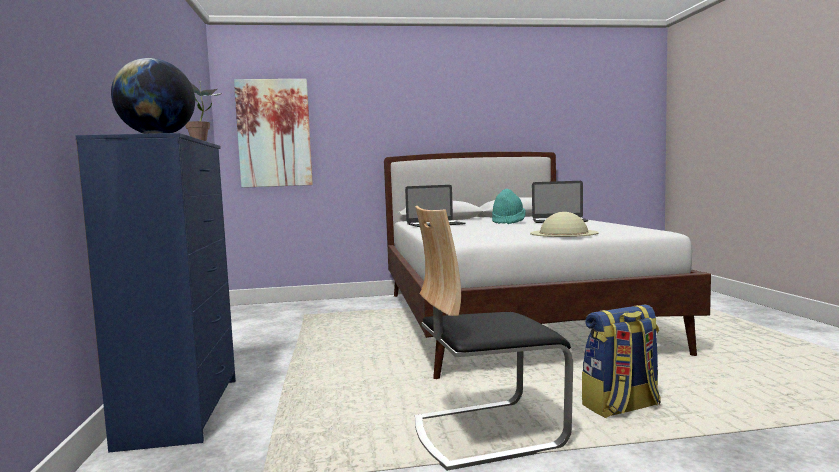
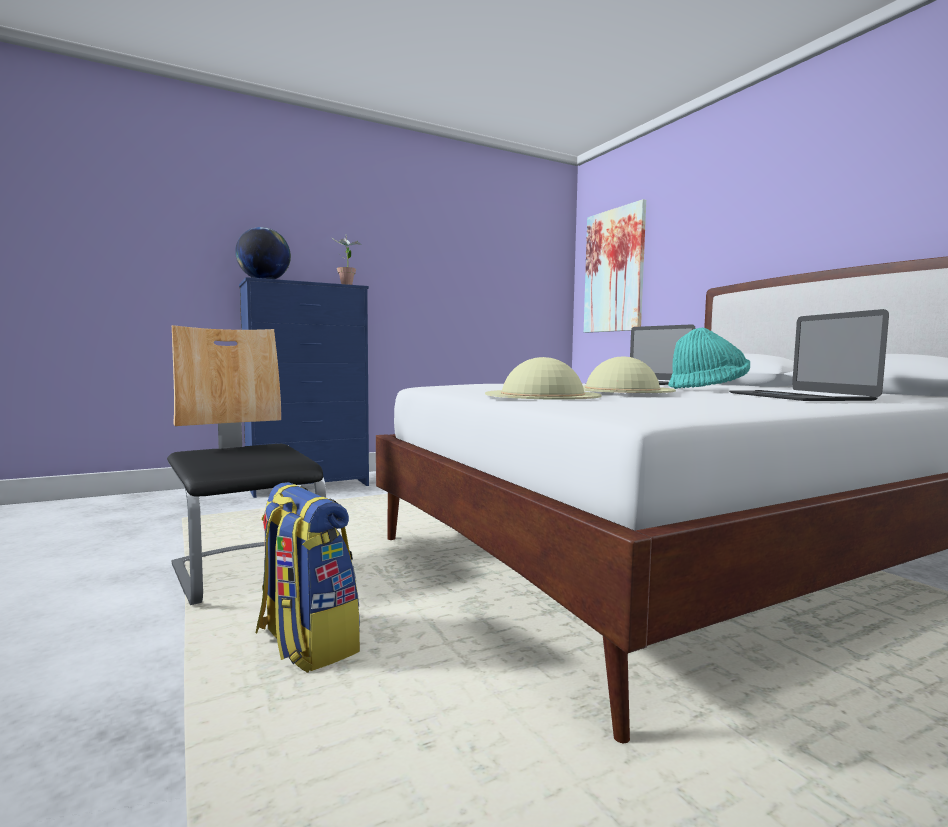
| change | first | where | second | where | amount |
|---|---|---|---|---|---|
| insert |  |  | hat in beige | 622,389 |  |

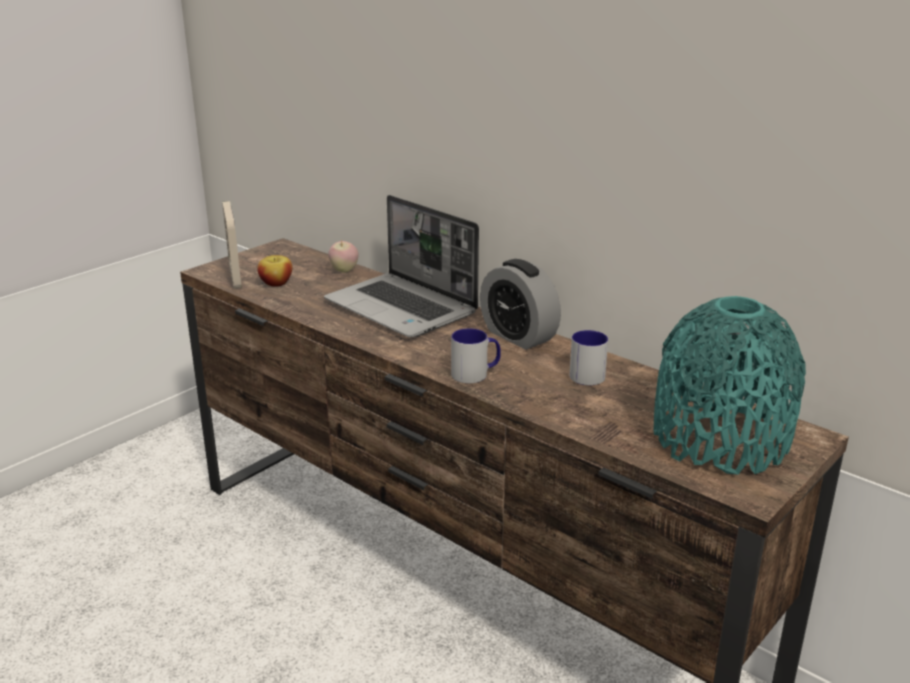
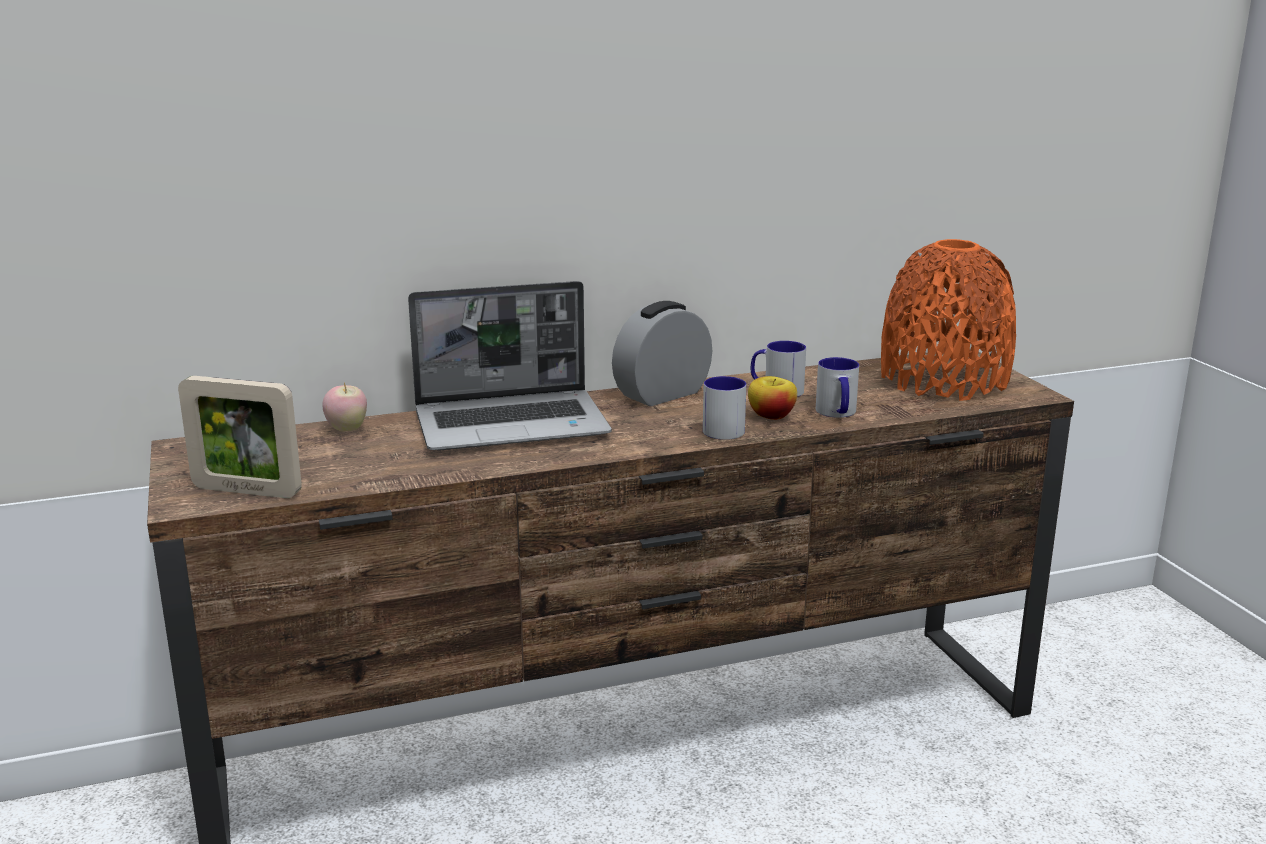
| change | first | where | second | where | amount |
|---|---|---|---|---|---|
| insert |  |  | mug | 837,413 |  |
| move | apple | 276,283 |  | 771,416 |  |
| recolor | vase in turquoise | 720,439 | vase in orange | 943,380 |  |
| rotate | alarm clock | 518,336 |  | 662,394 | 150 degrees clockwise |

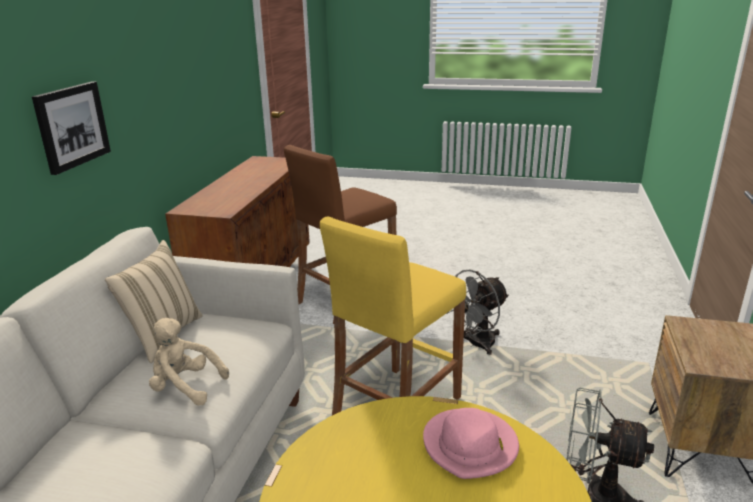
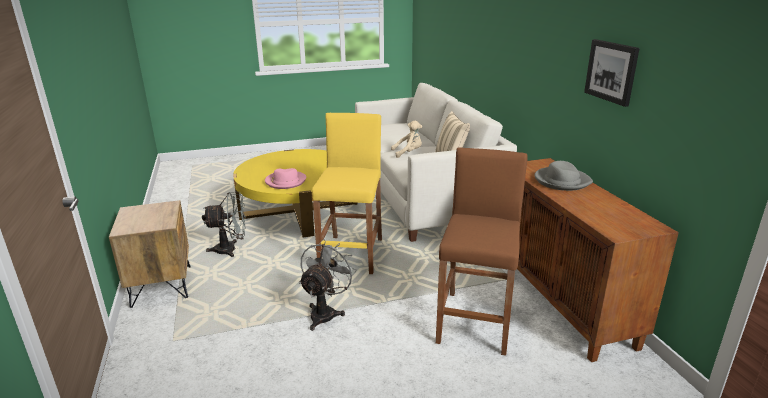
| change | first | where | second | where | amount |
|---|---|---|---|---|---|
| insert |  |  | hat in grey | 561,181 |  |
| move | picture | 71,126 |  | 611,71 |  |

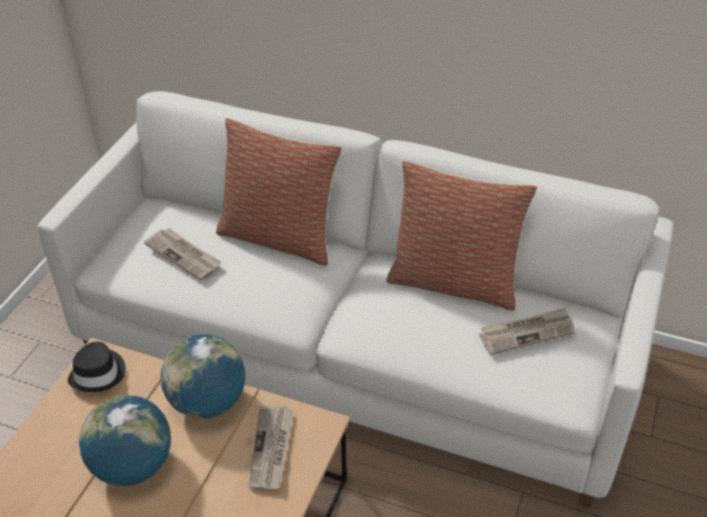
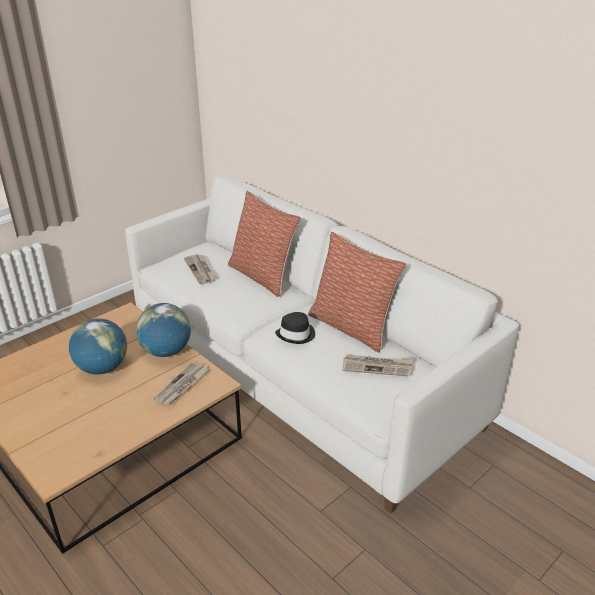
| change | first | where | second | where | amount |
|---|---|---|---|---|---|
| move | hat in black | 99,373 |  | 296,334 |  |

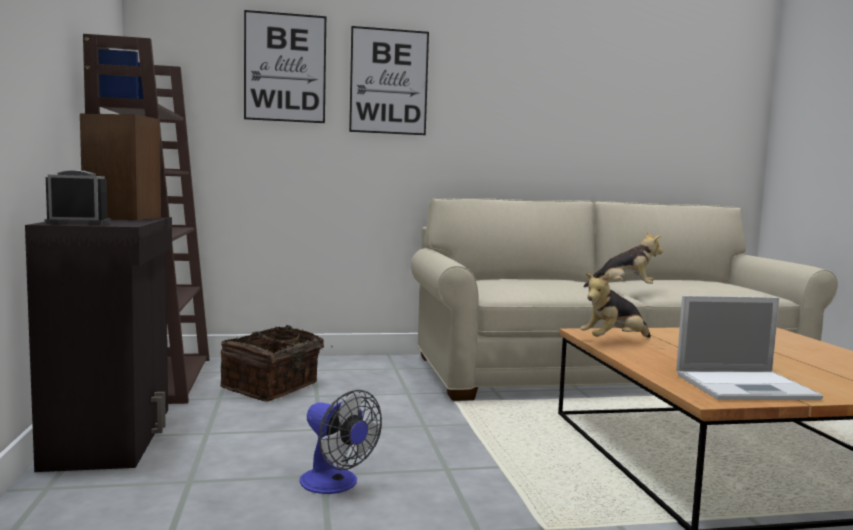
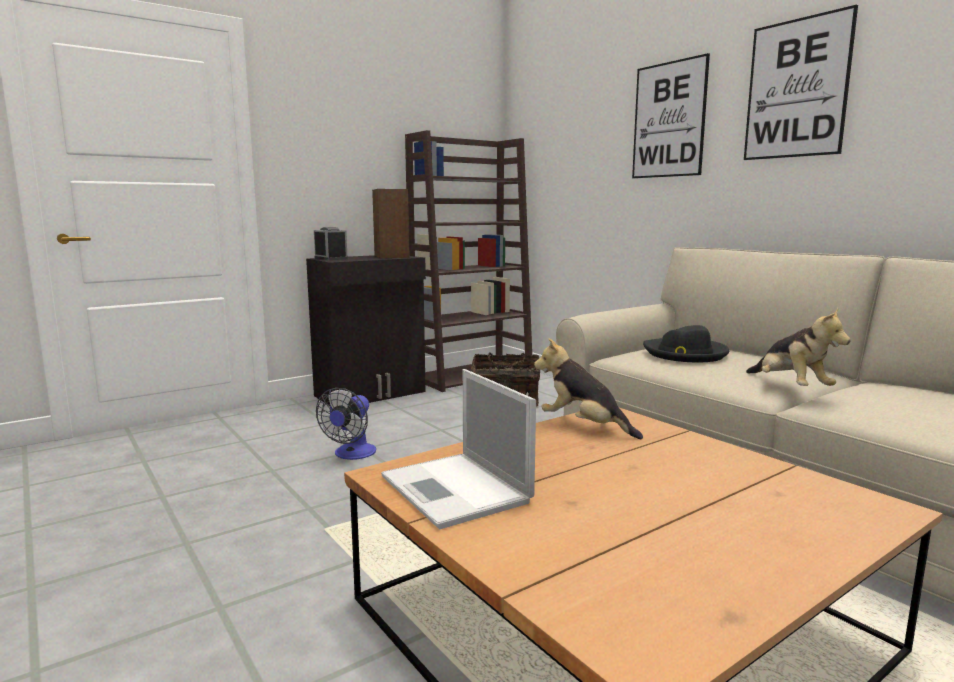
| change | first | where | second | where | amount |
|---|---|---|---|---|---|
| insert |  |  | hat in black | 685,354 |  |
| move | picture | 285,68 |  | 796,89 |  |

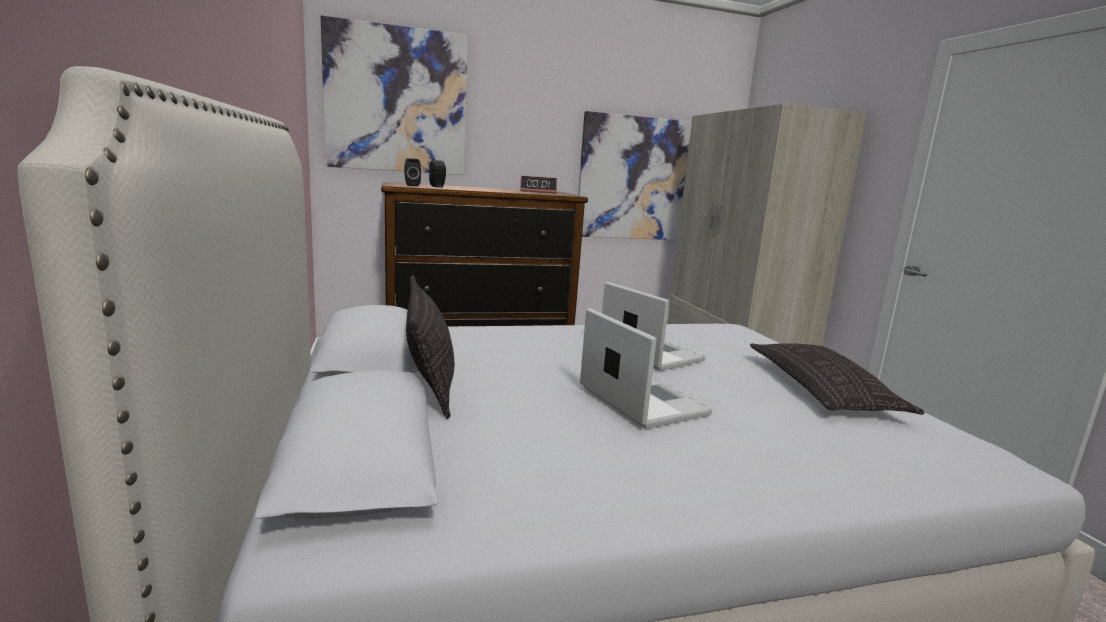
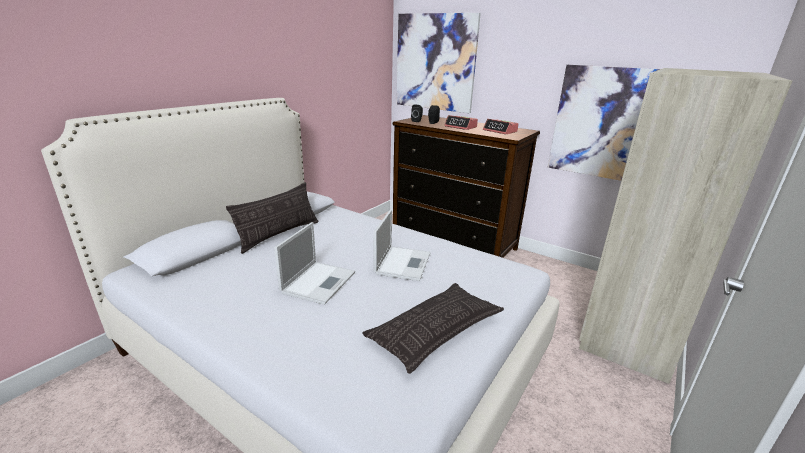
| change | first | where | second | where | amount |
|---|---|---|---|---|---|
| insert |  |  | alarm clock | 461,127 |  |

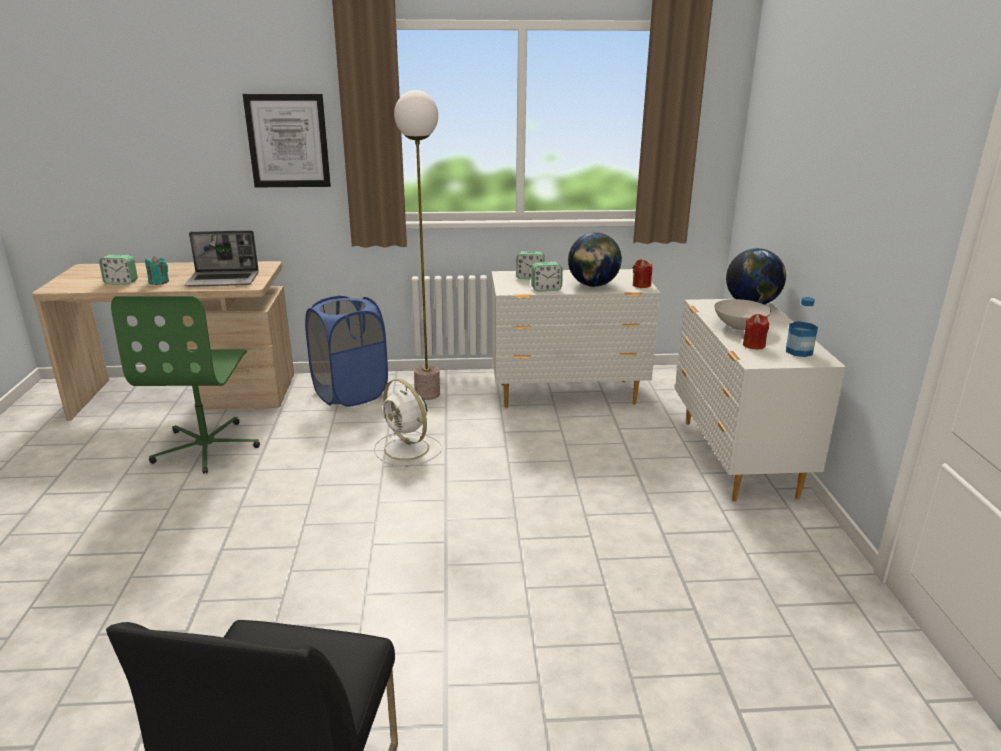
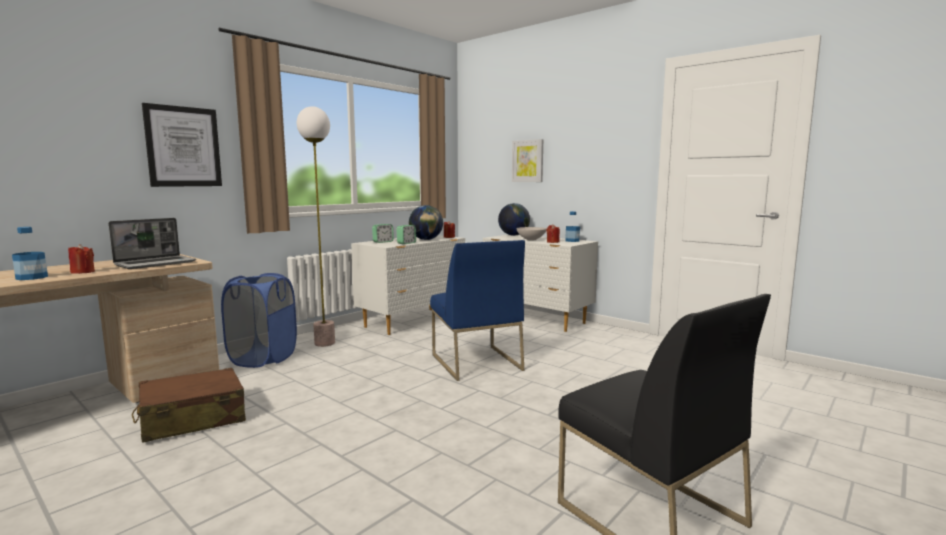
| change | first | where | second | where | amount |
|---|---|---|---|---|---|
| delete | fan in white | 408,449 |  |  |  |
| insert |  |  | chair in blue | 475,362 |  |
| insert |  |  | picture | 528,161 |  |
| replace | alarm clock | 121,282 | bottle | 32,277 |  |
| replace | office chair in green | 207,447 | suitcase in brown | 192,419 |  |
| recolor | candle in turquoise | 159,282 | candle in red | 82,272 |  |

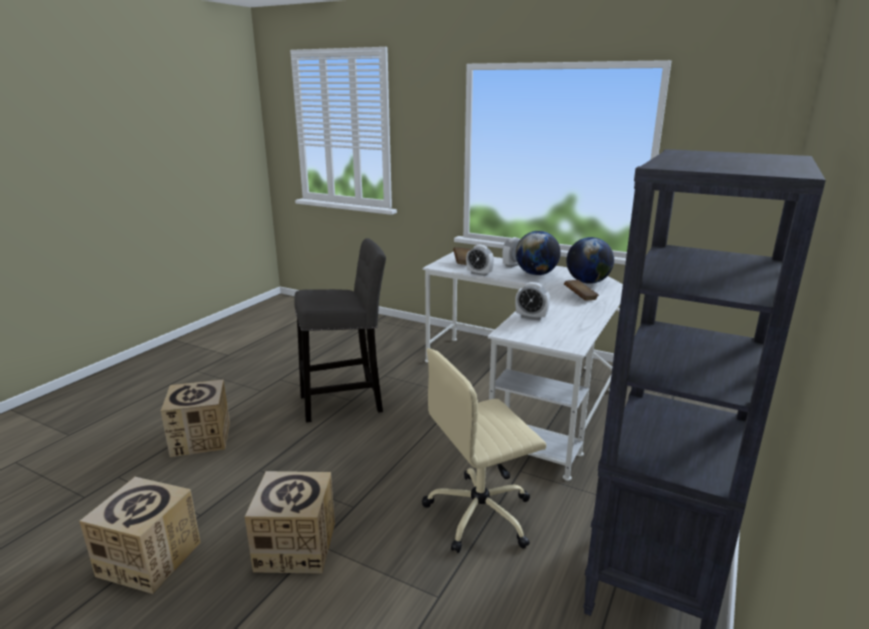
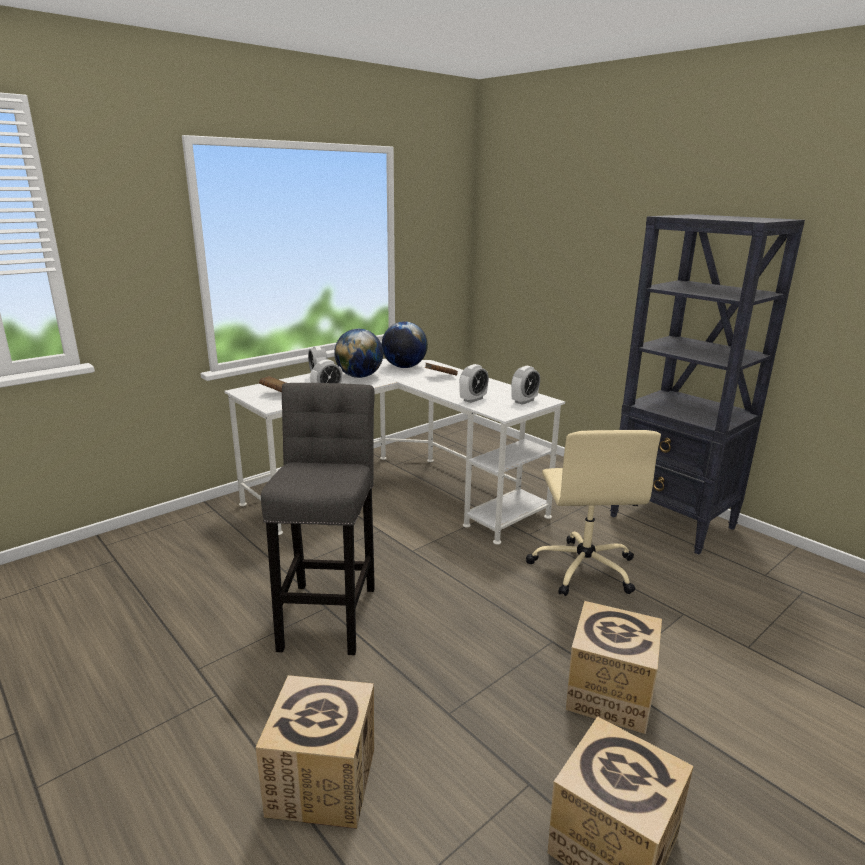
| change | first | where | second | where | amount |
|---|---|---|---|---|---|
| insert |  |  | alarm clock | 524,401 |  |

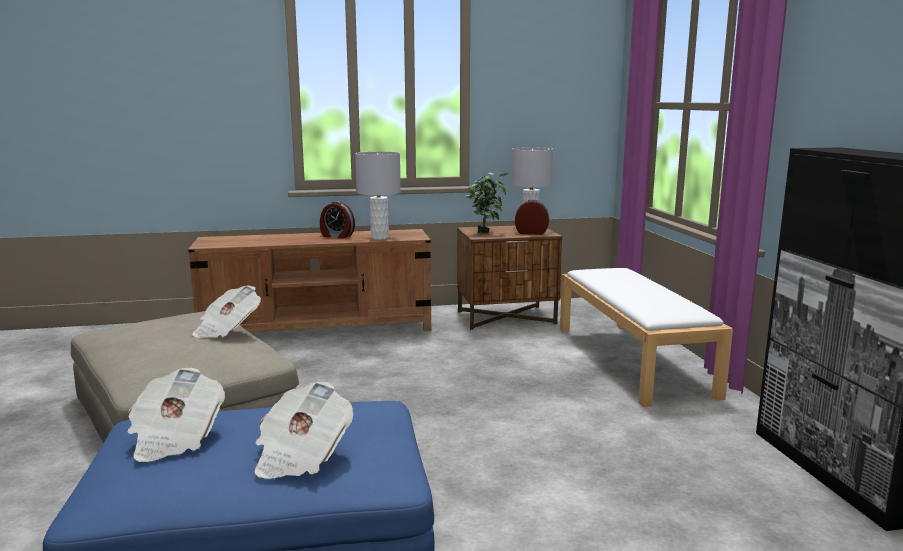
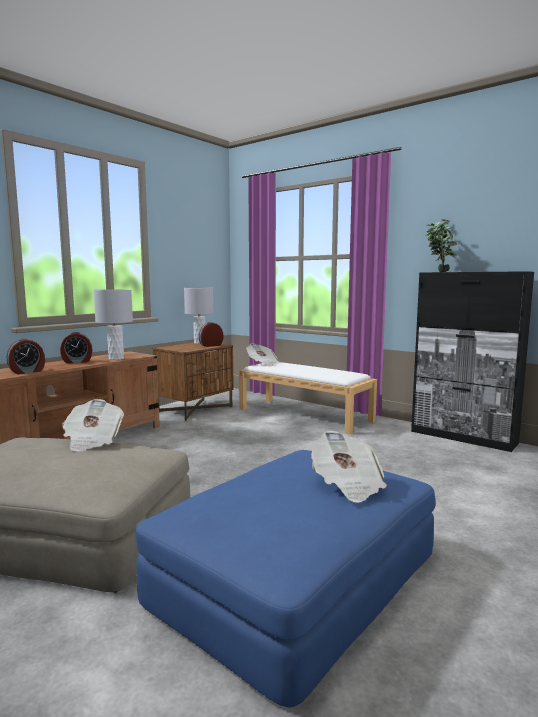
| change | first | where | second | where | amount |
|---|---|---|---|---|---|
| insert |  |  | alarm clock | 27,371 |  |
| move | newspaper | 175,438 |  | 262,364 |  |
| move | potted plant | 485,232 |  | 438,272 |  |

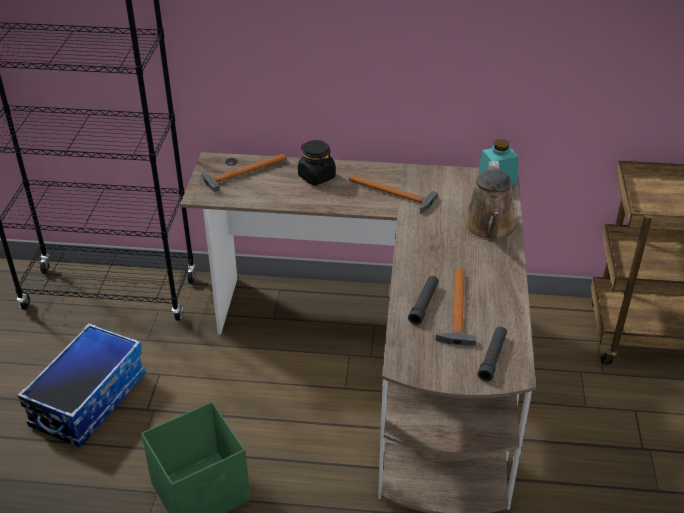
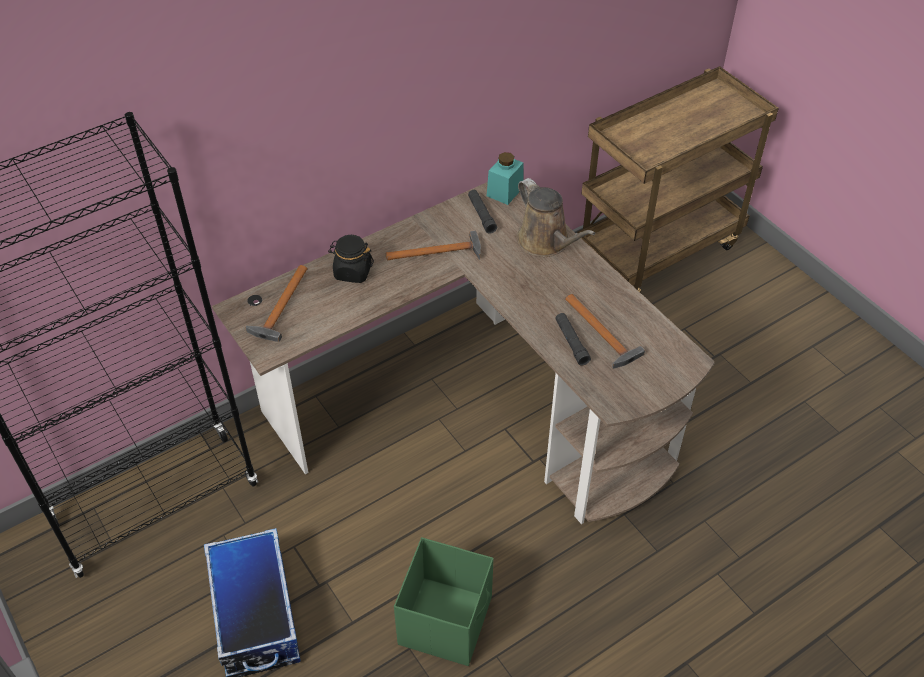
| change | first | where | second | where | amount |
|---|---|---|---|---|---|
| move | flashlight in black | 492,358 |  | 481,215 |  |

